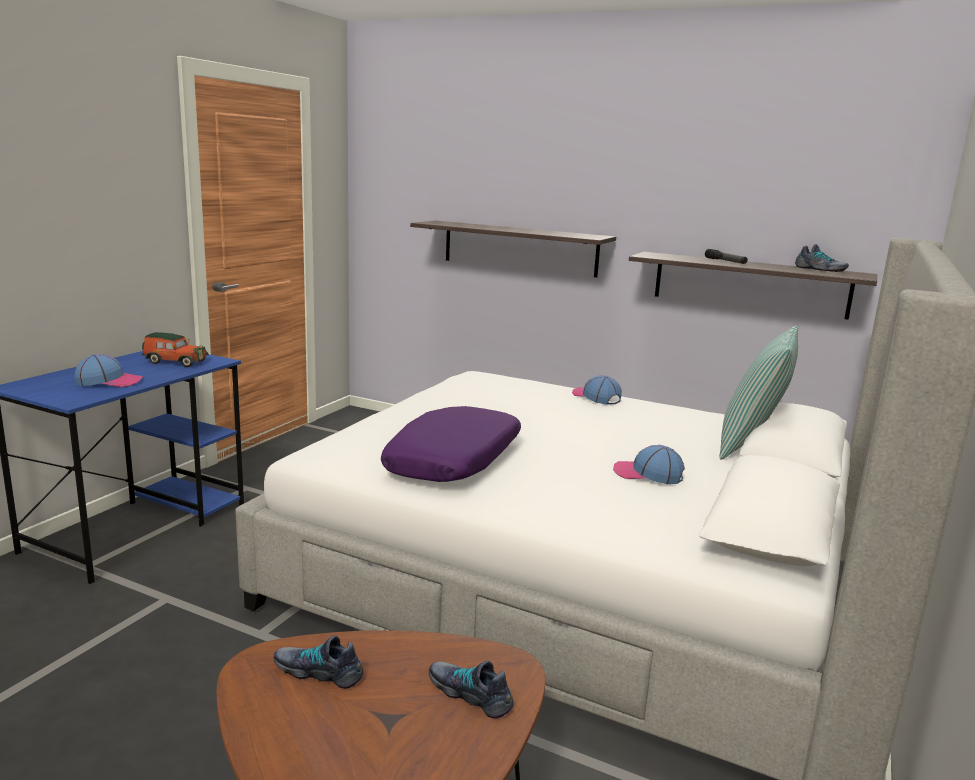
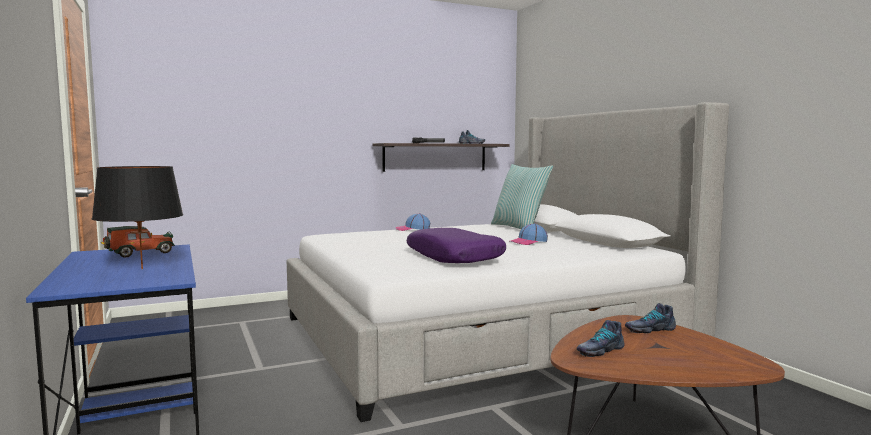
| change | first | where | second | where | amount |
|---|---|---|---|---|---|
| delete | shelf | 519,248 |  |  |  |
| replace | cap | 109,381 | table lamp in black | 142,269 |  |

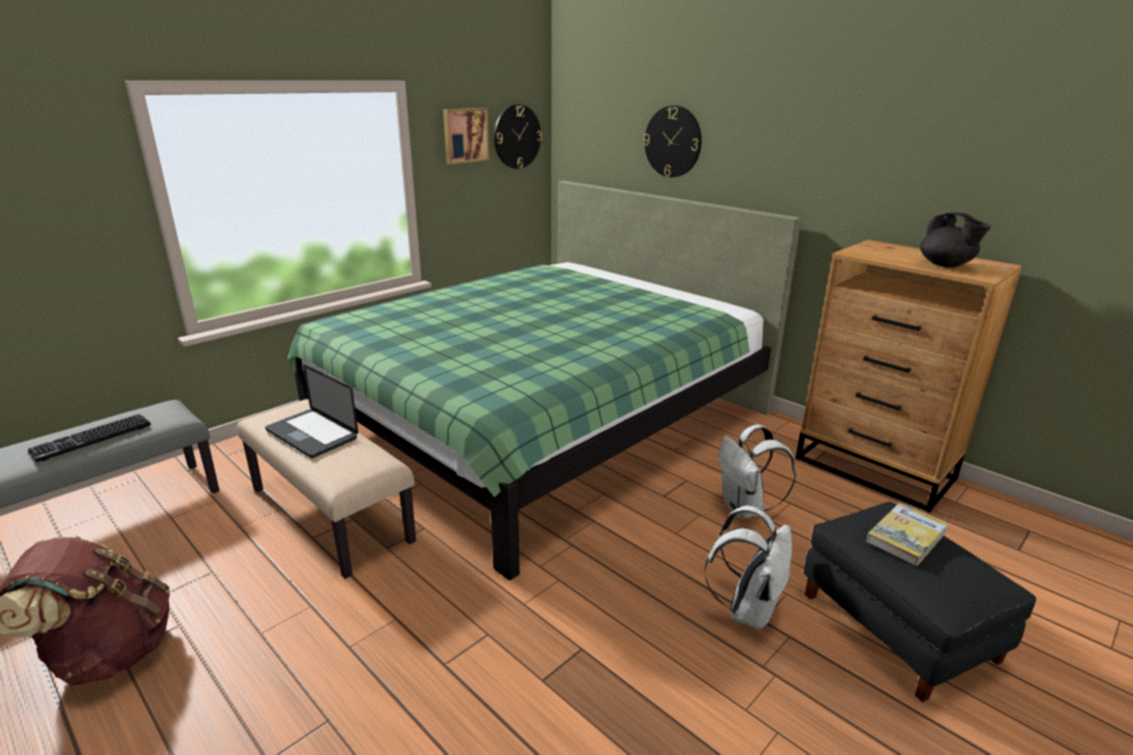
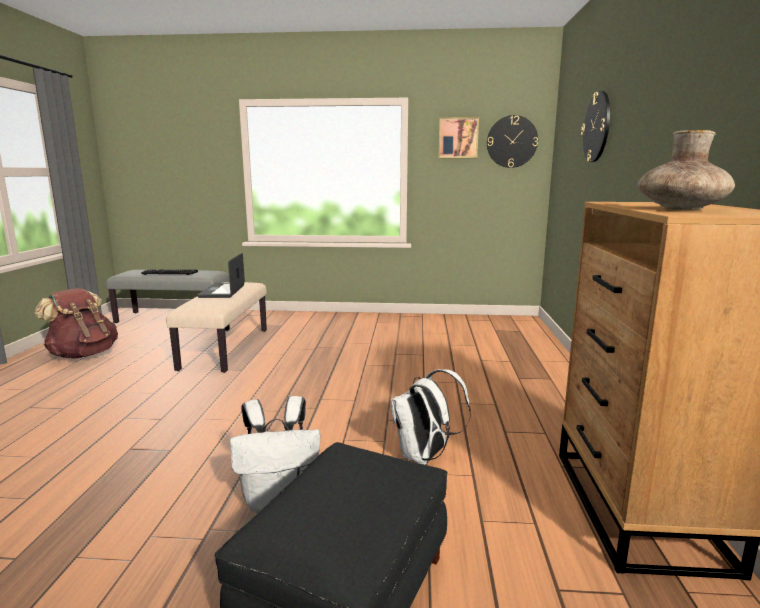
| change | first | where | second | where | amount |
|---|---|---|---|---|---|
| delete | bed in green | 541,420 |  |  |  |
| delete | book | 906,536 |  |  |  |
| replace | teapot in black | 946,265 | vase in brown | 680,209 |  |

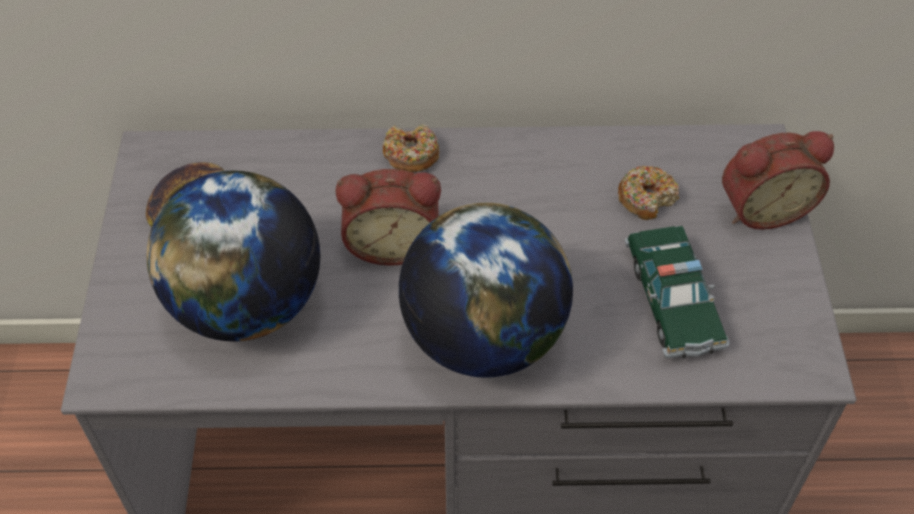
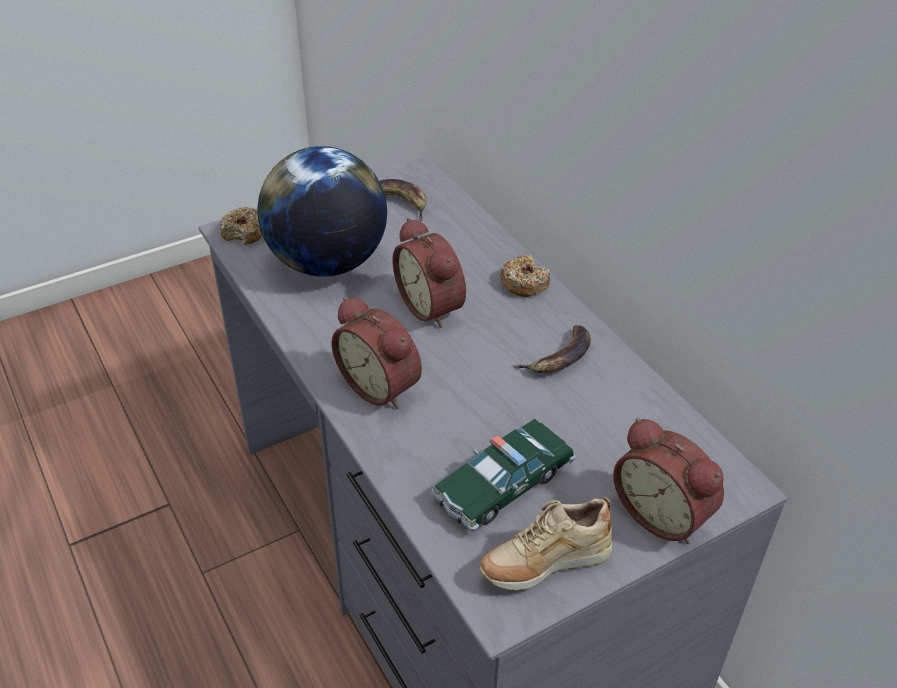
| change | first | where | second | where | amount |
|---|---|---|---|---|---|
| insert |  |  | shoe in beige | 544,564 |  |
| insert |  |  | banana | 559,357 |  |
| move | donut | 646,198 |  | 244,232 |  |
| replace | globe | 484,338 | alarm clock | 382,385 |  |

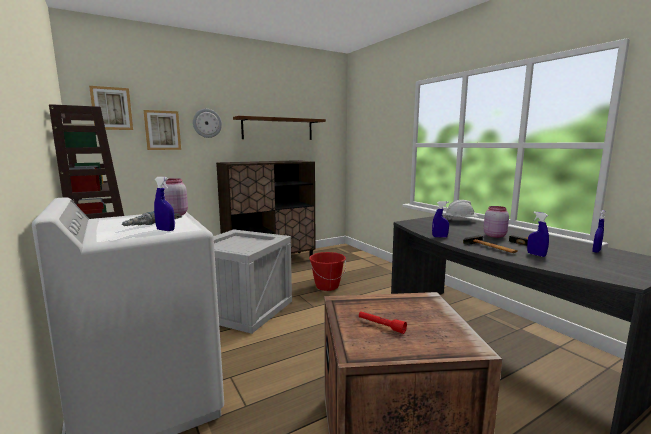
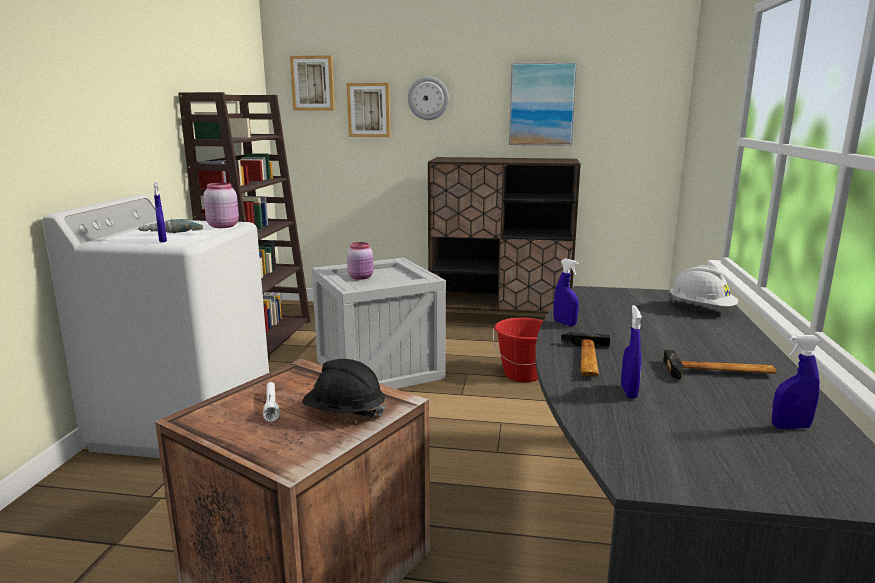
| change | first | where | second | where | amount |
|---|---|---|---|---|---|
| insert |  |  | hard hat in black | 344,413 |  |
| move | jar in pink | 495,235 |  | 361,277 |  |
| replace | shelf in brown | 278,129 | picture | 542,104 |  |
| recolor | flashlight in red | 381,326 | flashlight in white | 271,406 |  |

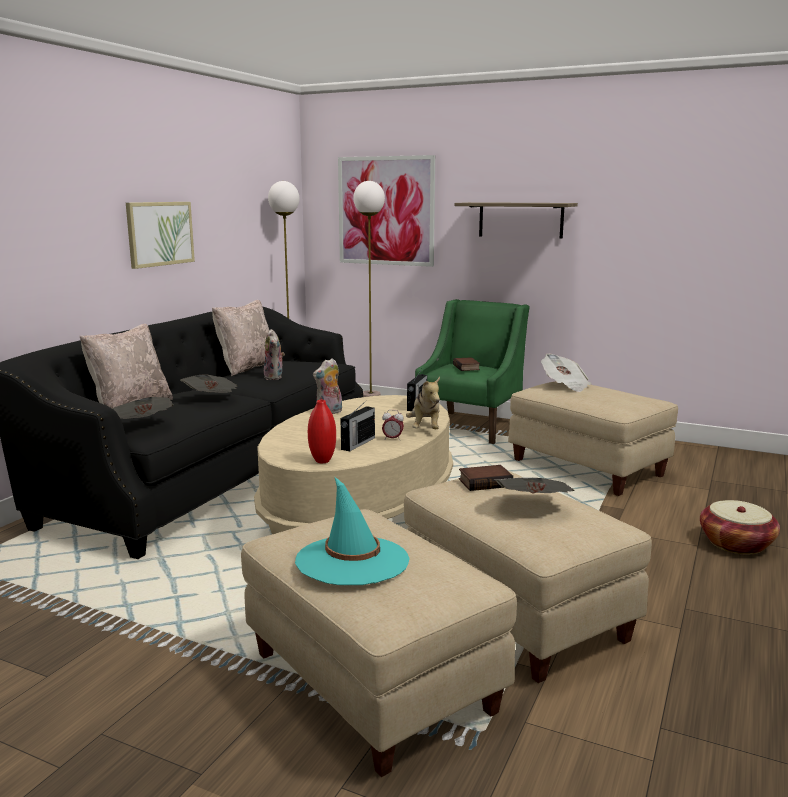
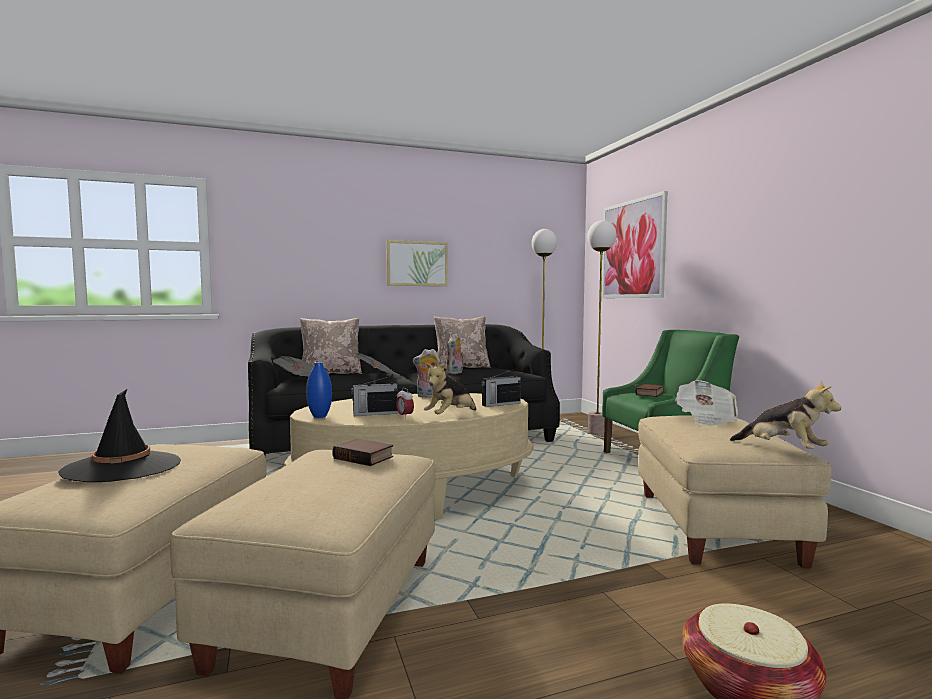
| change | first | where | second | where | amount |
|---|---|---|---|---|---|
| delete | shelf | 520,220 |  |  |  |
| delete | newspaper | 533,506 |  |  |  |
| insert |  |  | plush toy | 782,450 |  |
| recolor | hat in turquoise | 352,561 | hat in black | 123,467 |  |
| recolor | vase in red | 322,461 | vase in blue | 319,416 |  |

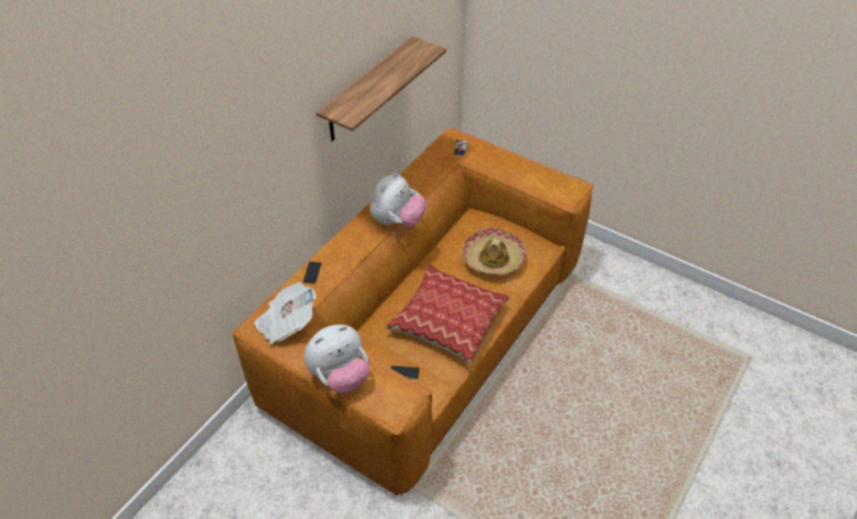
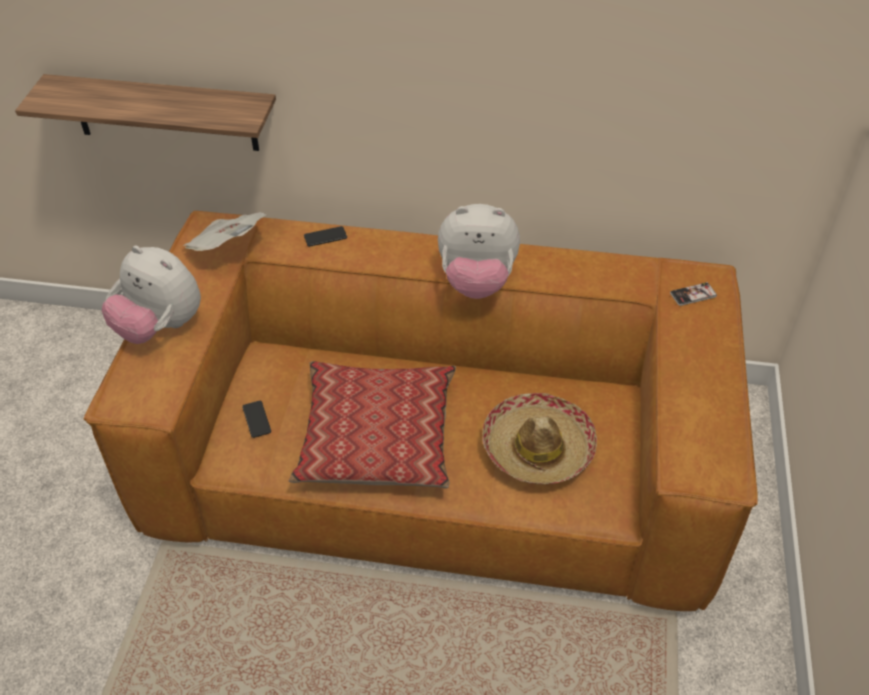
| change | first | where | second | where | amount |
|---|---|---|---|---|---|
| move | shelf | 367,90 |  | 164,113 |  |

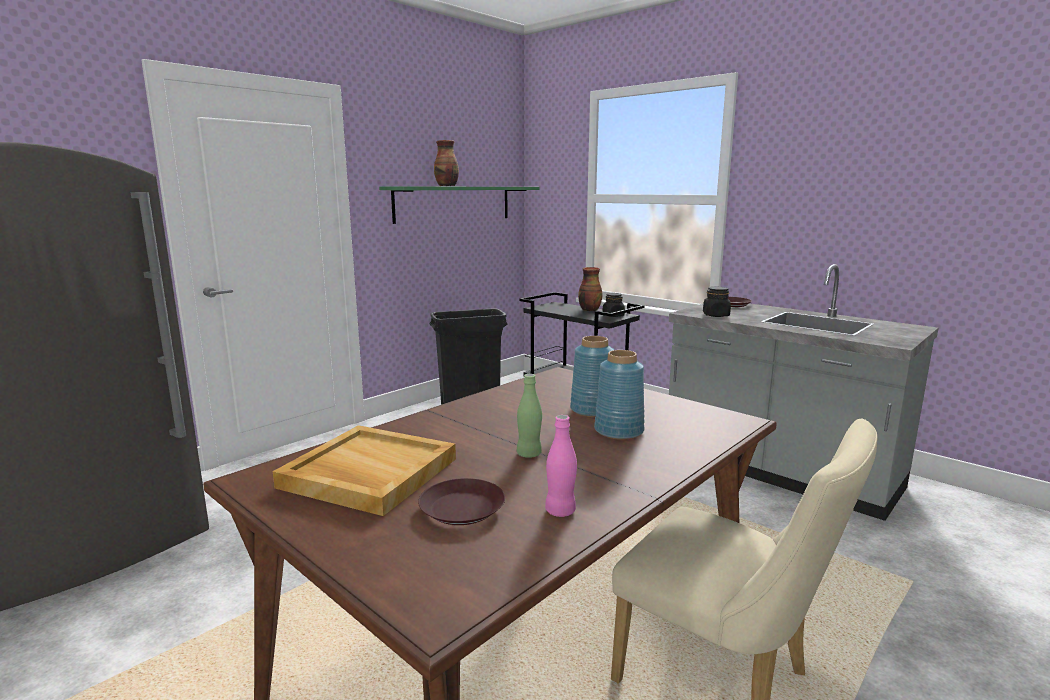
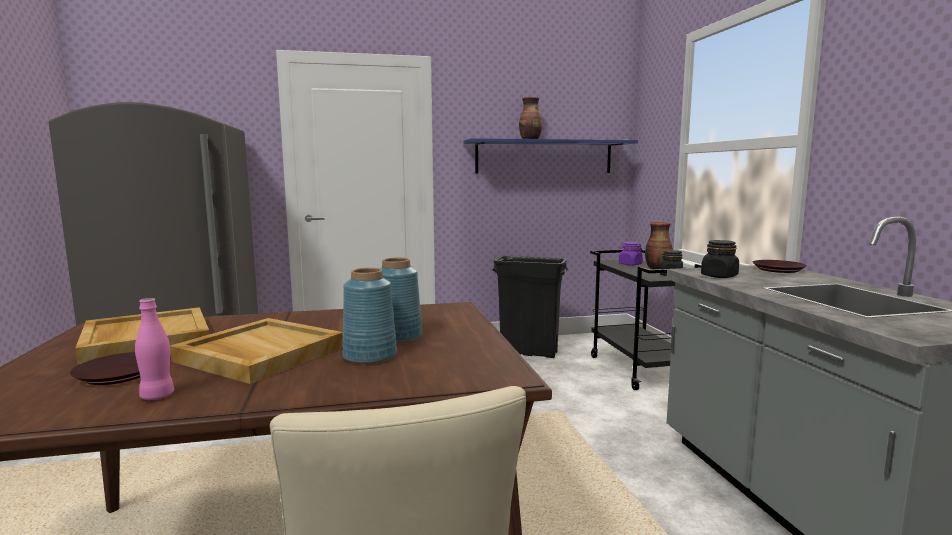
| change | first | where | second | where | amount |
|---|---|---|---|---|---|
| insert |  |  | jar in purple | 630,264 |  |
| replace | bottle in green | 529,454 | tray in beige | 259,354 |  |
| recolor | shelf in green | 454,203 | shelf in blue | 544,157 |  |

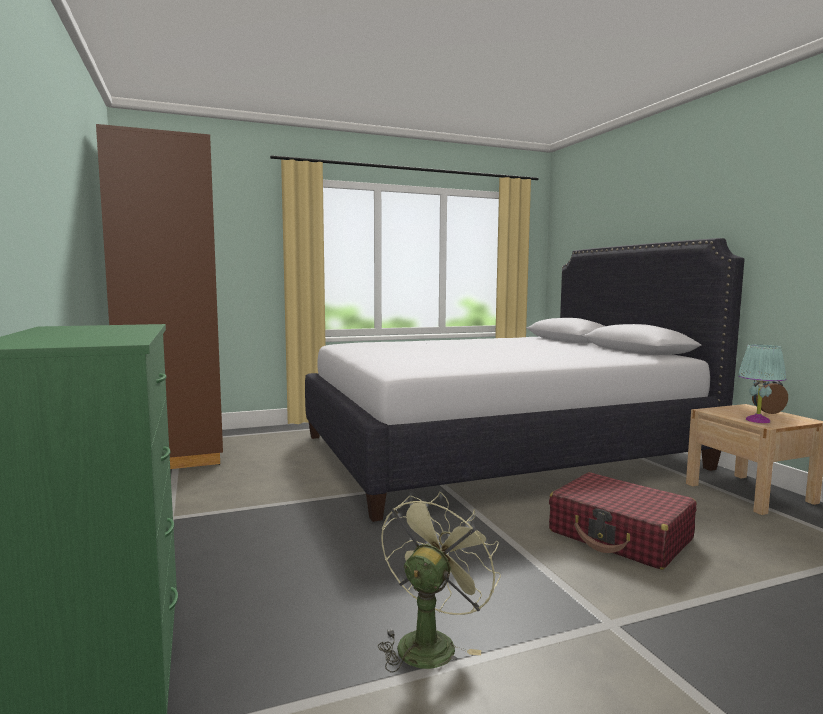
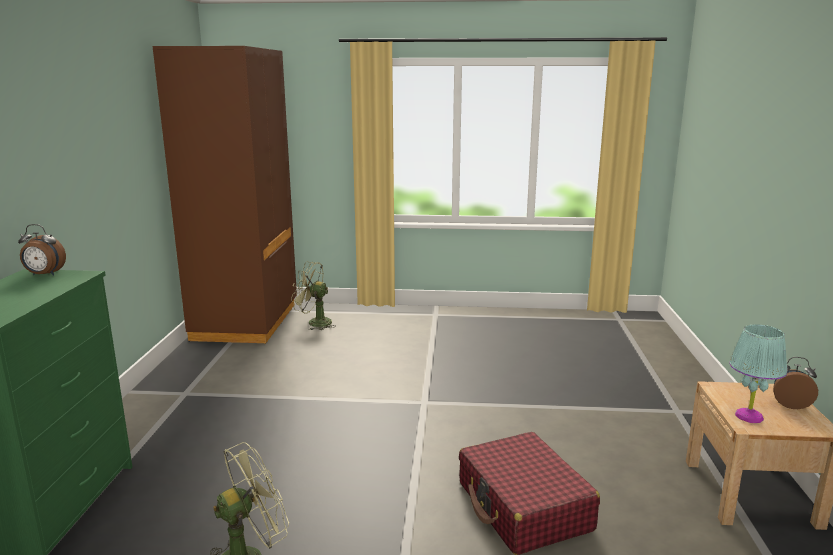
| change | first | where | second | where | amount |
|---|---|---|---|---|---|
| delete | bed in white | 496,451 |  |  |  |
| insert |  |  | alarm clock | 44,275 |  |
| insert |  |  | fan in green | 314,323 |  |

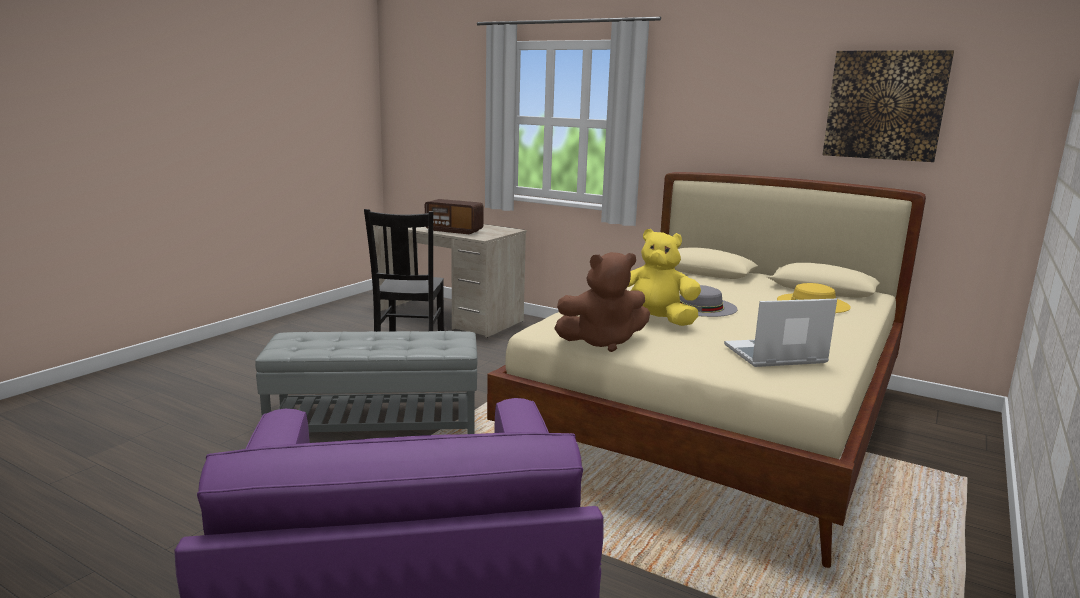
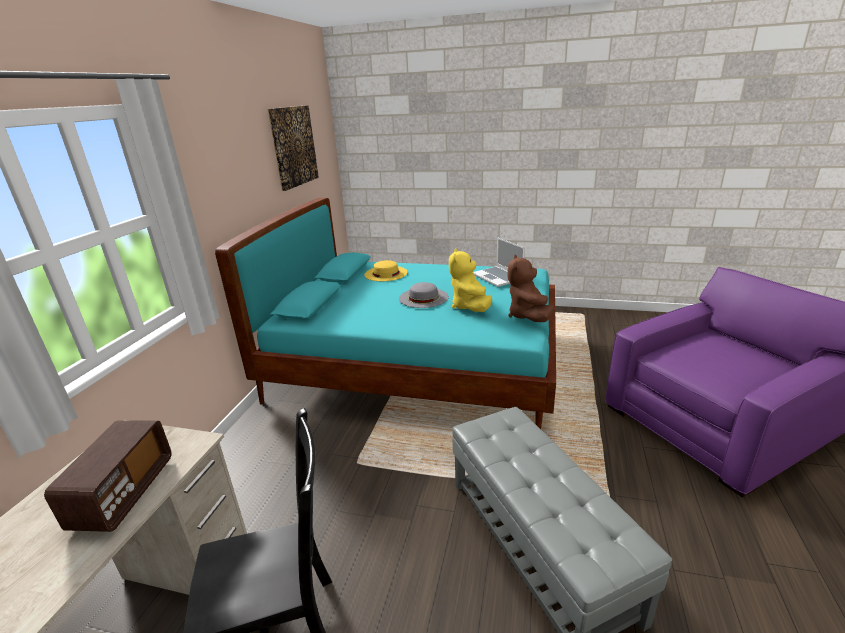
| change | first | where | second | where | amount |
|---|---|---|---|---|---|
| recolor | bed in beige | 717,423 | bed in turquoise | 418,364 |  |
| rotate | plush toy in brown | 602,342 |  | 528,316 | 150 degrees counterclockwise |

